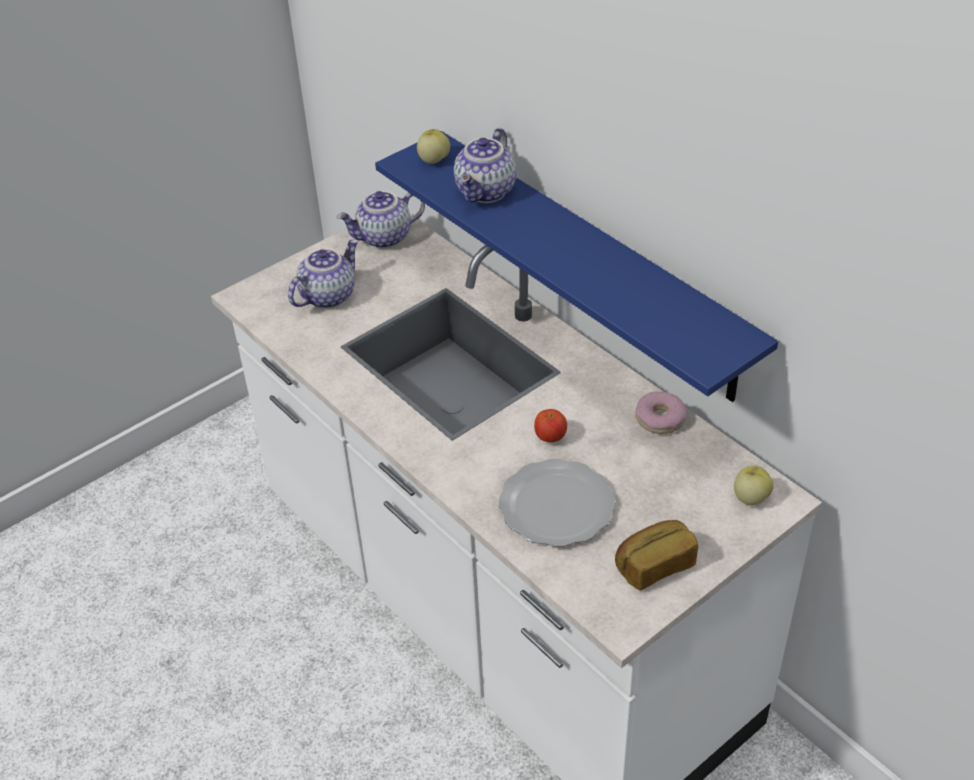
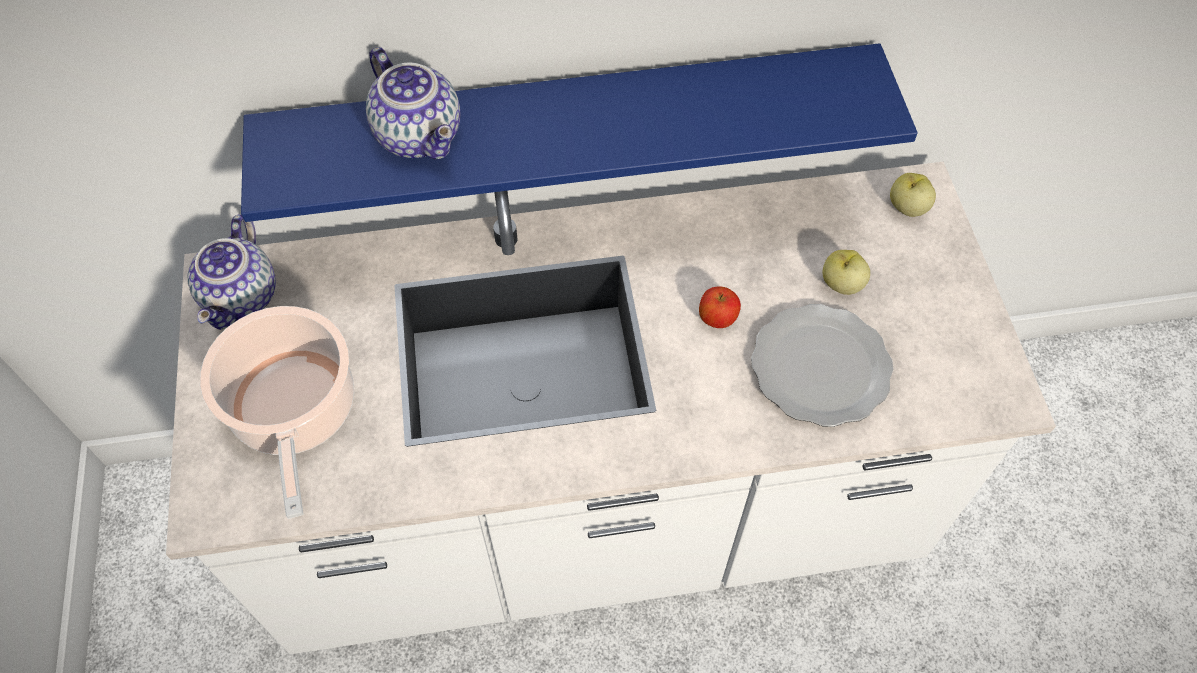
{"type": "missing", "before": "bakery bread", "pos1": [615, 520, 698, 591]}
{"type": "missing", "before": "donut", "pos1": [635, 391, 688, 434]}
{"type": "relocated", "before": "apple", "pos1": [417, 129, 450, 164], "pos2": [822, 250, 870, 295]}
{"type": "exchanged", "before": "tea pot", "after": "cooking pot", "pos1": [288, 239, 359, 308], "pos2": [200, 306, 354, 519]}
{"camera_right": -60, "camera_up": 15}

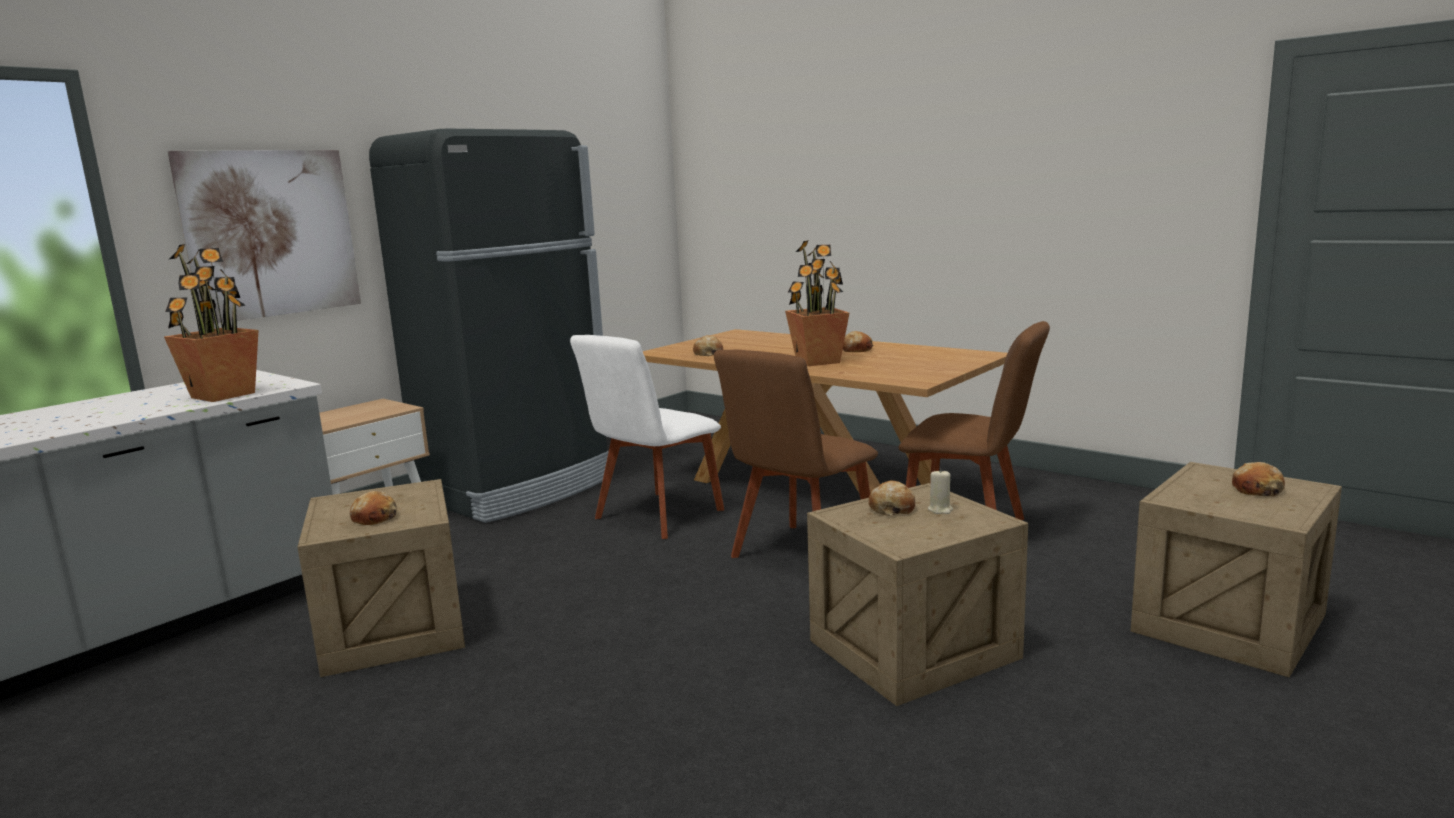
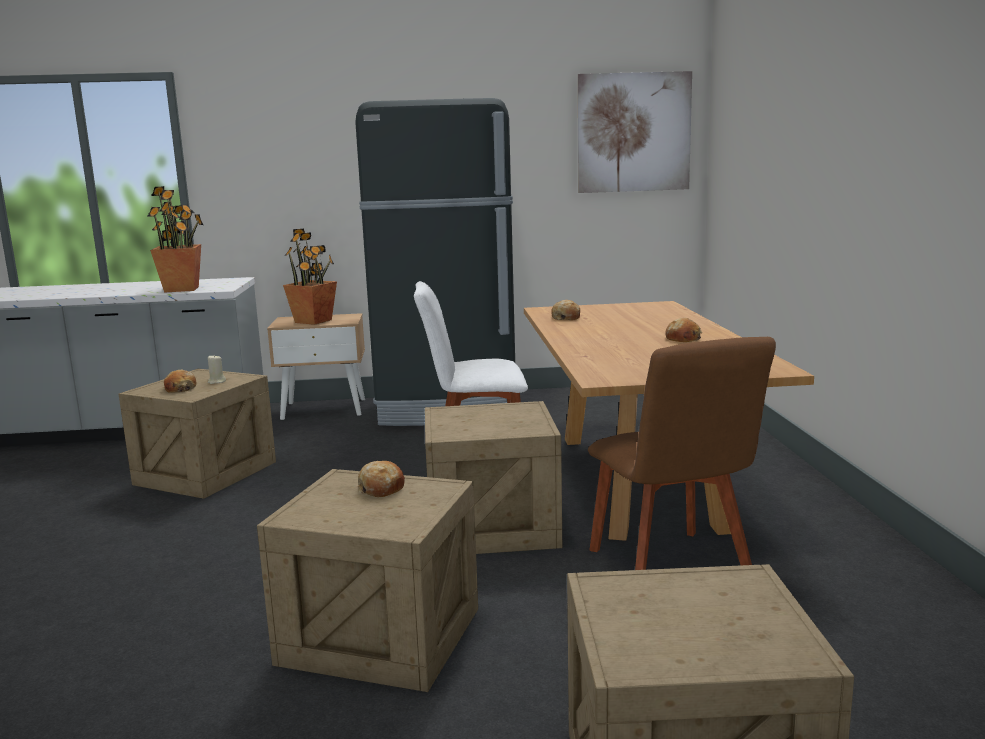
{"type": "missing", "before": "bakery bread", "pos1": [1232, 462, 1285, 496]}
{"type": "relocated", "before": "picture", "pos1": [168, 150, 361, 324], "pos2": [578, 71, 692, 193]}
{"type": "relocated", "before": "potted plant", "pos1": [785, 240, 849, 366], "pos2": [283, 229, 337, 325]}
{"type": "relocated", "before": "sand-coloured wax candle", "pos1": [928, 469, 953, 514], "pos2": [208, 355, 226, 384]}
{"type": "exchanged", "before": "brown-coloured upright chair", "after": "crate", "pos1": [714, 350, 878, 558], "pos2": [425, 401, 562, 554]}
{"camera_right": 45, "camera_up": 0}

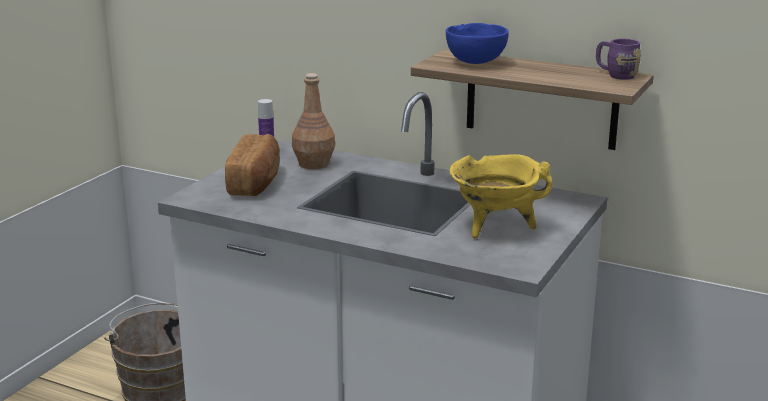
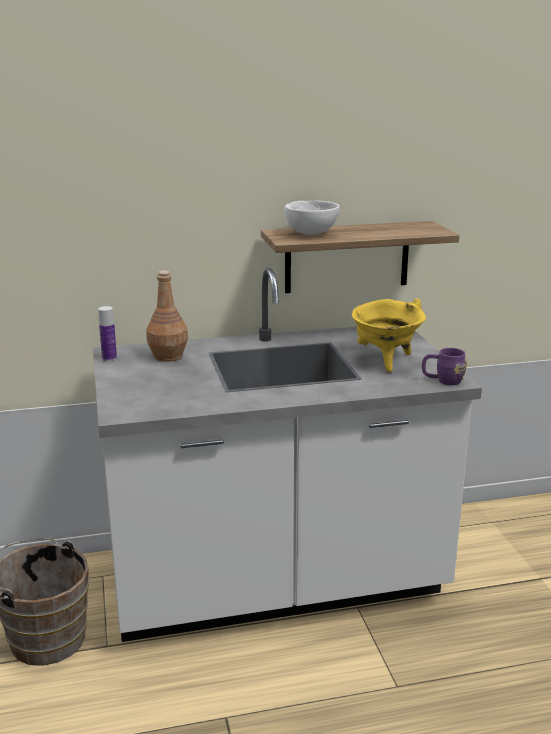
{"type": "missing", "before": "bakery bread", "pos1": [225, 134, 280, 196]}
{"type": "relocated", "before": "purple-coloured coffee mug", "pos1": [596, 38, 641, 80], "pos2": [422, 348, 467, 385]}
{"type": "colour", "before": "blue serving bowl", "after": "whitish serving bowl", "pos1": [446, 23, 509, 64], "pos2": [284, 200, 340, 235]}
{"camera_right": -40, "camera_up": 0}

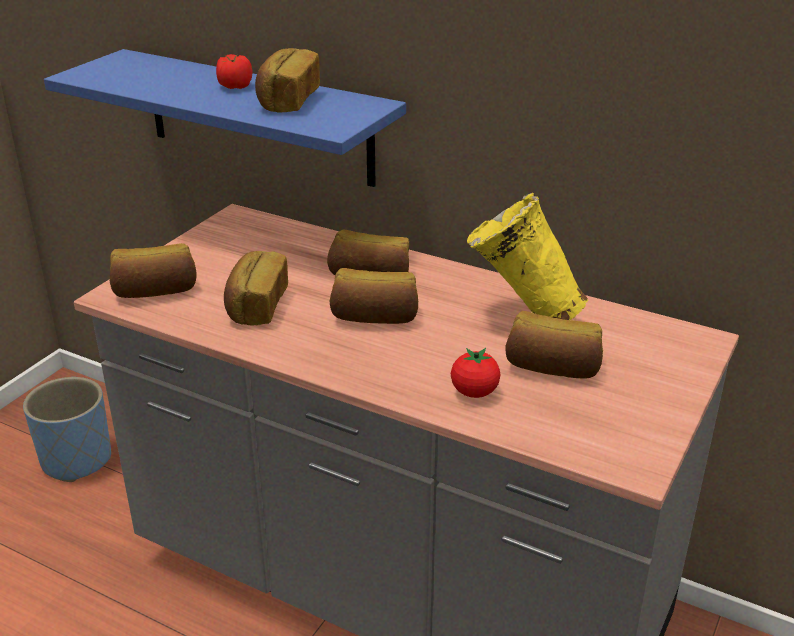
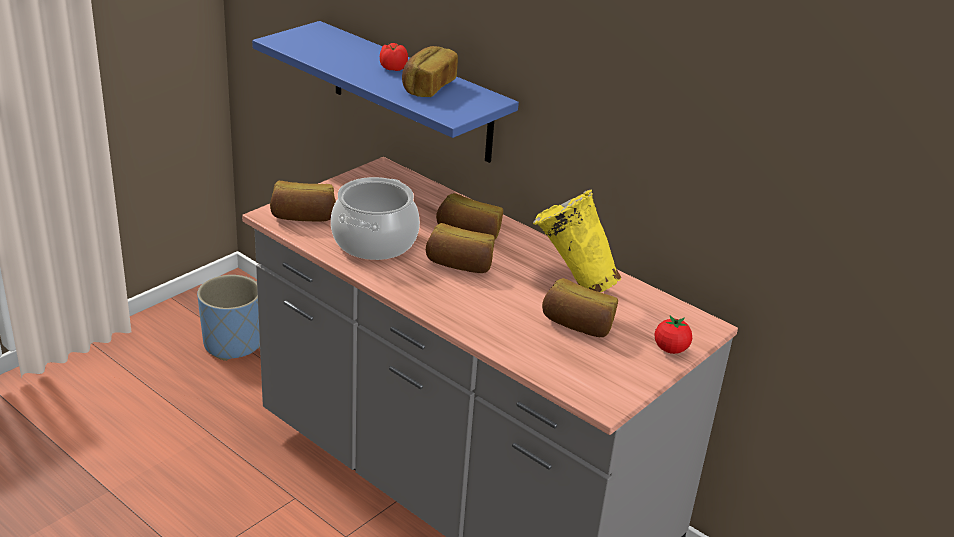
{"type": "relocated", "before": "tomato", "pos1": [451, 348, 500, 398], "pos2": [655, 316, 692, 354]}
{"type": "exchanged", "before": "bakery bread", "after": "cooking pot", "pos1": [224, 251, 288, 325], "pos2": [331, 177, 420, 260]}
{"camera_right": 10, "camera_up": 0}

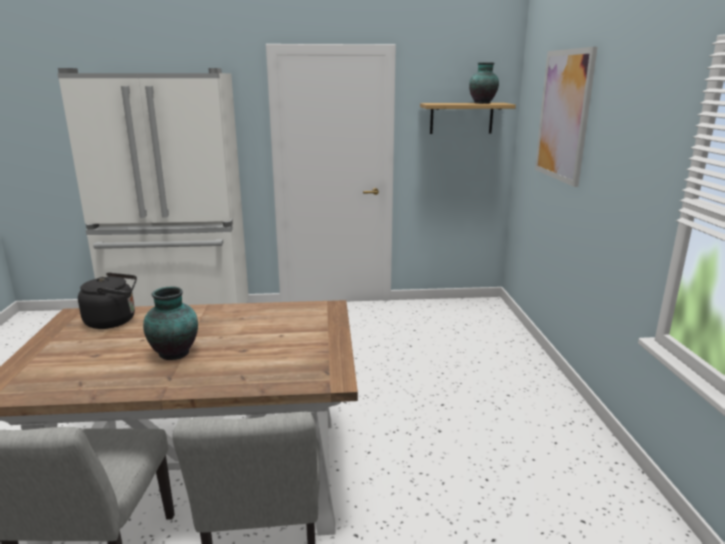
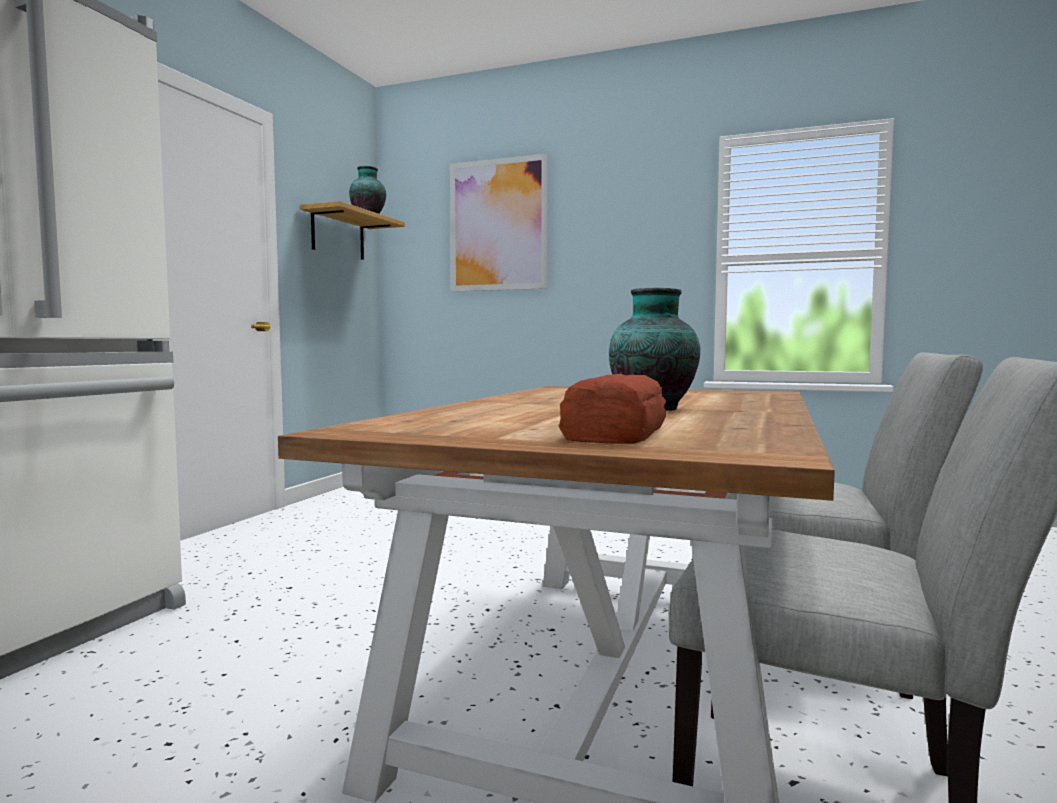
{"type": "missing", "before": "blackish water kettle", "pos1": [78, 272, 137, 329]}
{"type": "appeared", "after": "bakery bread", "pos2": [559, 374, 666, 444]}
{"camera_right": -65, "camera_up": -15}

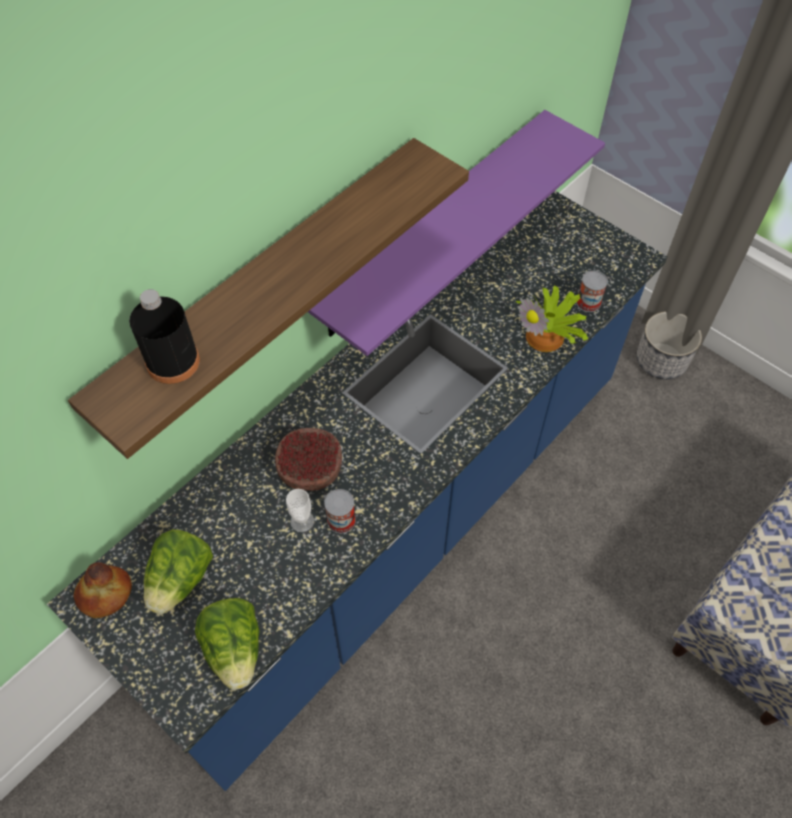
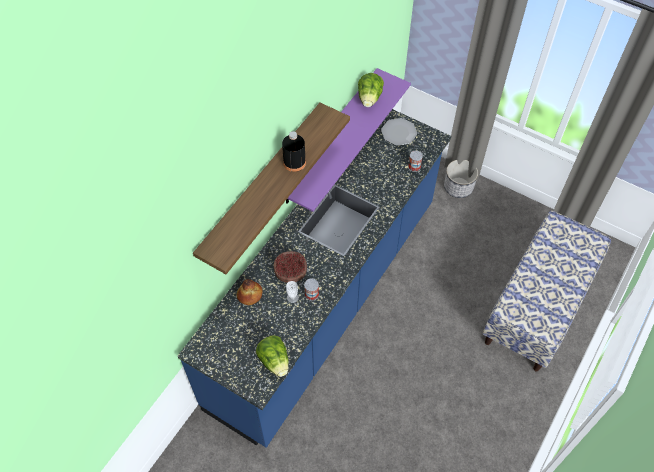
{"type": "missing", "before": "potted plant", "pos1": [516, 283, 588, 352]}
{"type": "appeared", "after": "dinner plate", "pos2": [381, 118, 417, 146]}
{"type": "relocated", "before": "bakery bread", "pos1": [74, 562, 132, 618], "pos2": [236, 279, 262, 305]}
{"type": "relocated", "before": "blackish drink bottle", "pos1": [129, 289, 200, 384], "pos2": [282, 131, 306, 172]}
{"type": "relocated", "before": "lettuce", "pos1": [144, 529, 213, 614], "pos2": [358, 73, 384, 107]}
{"camera_right": -10, "camera_up": 0}

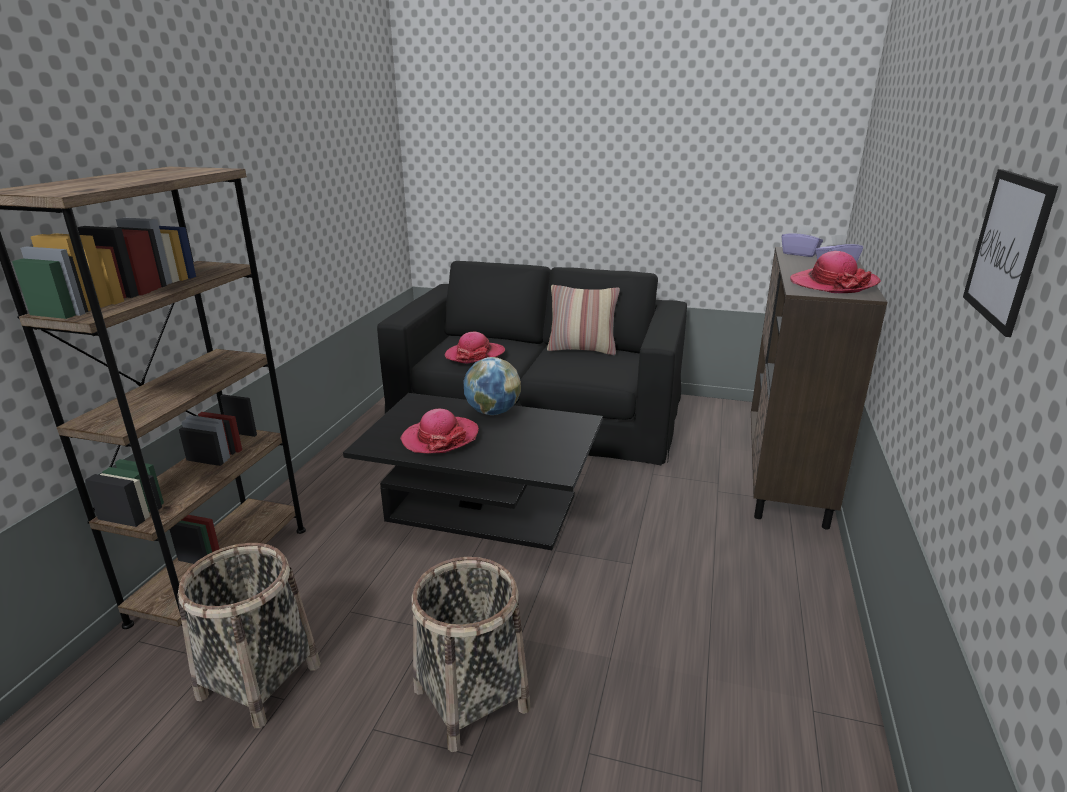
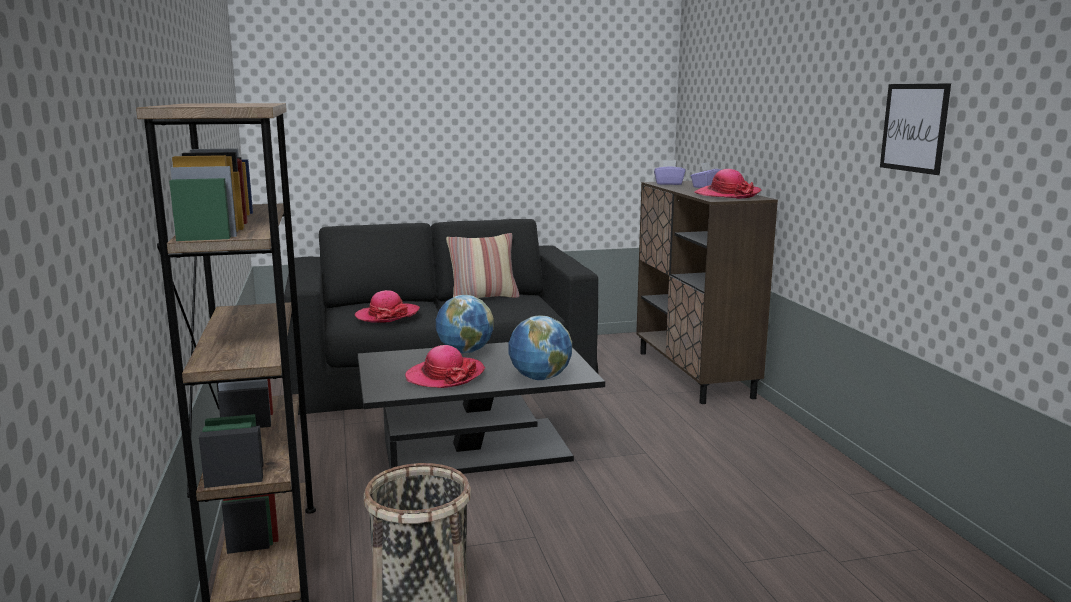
{"type": "missing", "before": "household basket", "pos1": [412, 557, 531, 752]}
{"type": "appeared", "after": "world globe", "pos2": [509, 316, 572, 380]}
{"camera_right": -30, "camera_up": -10}

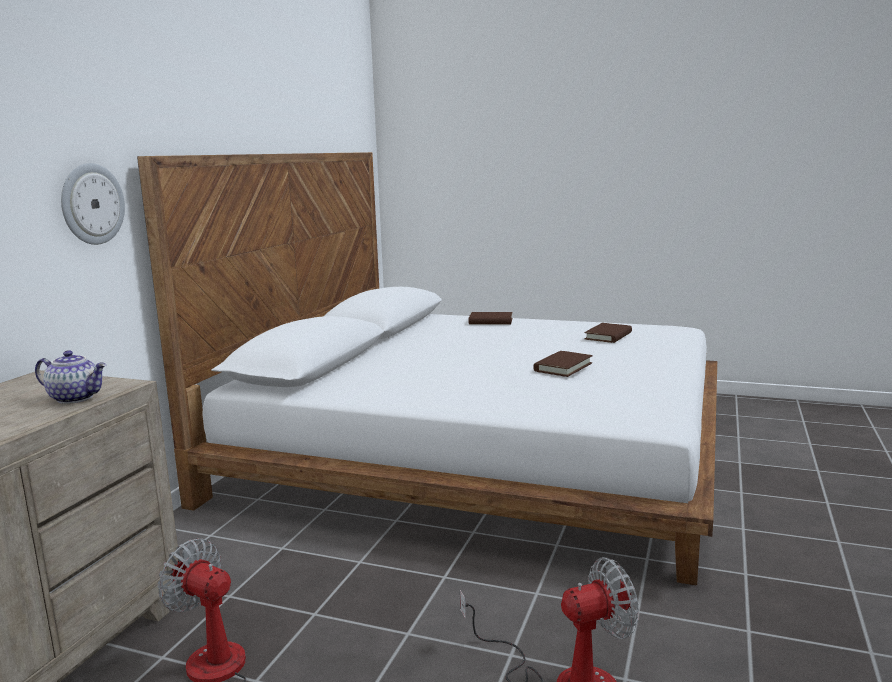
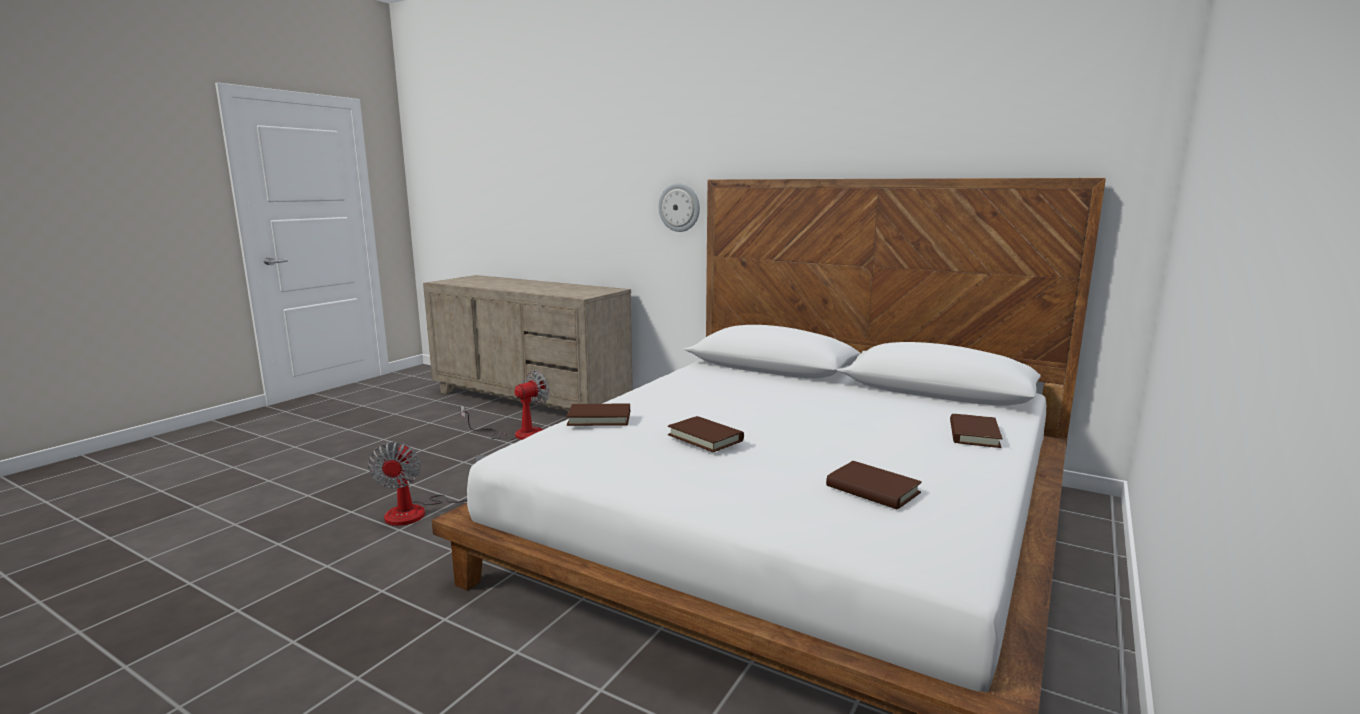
{"type": "missing", "before": "tea pot", "pos1": [35, 350, 107, 404]}
{"type": "appeared", "after": "brown-coloured book", "pos2": [566, 404, 630, 426]}
{"camera_right": 100, "camera_up": 0}

